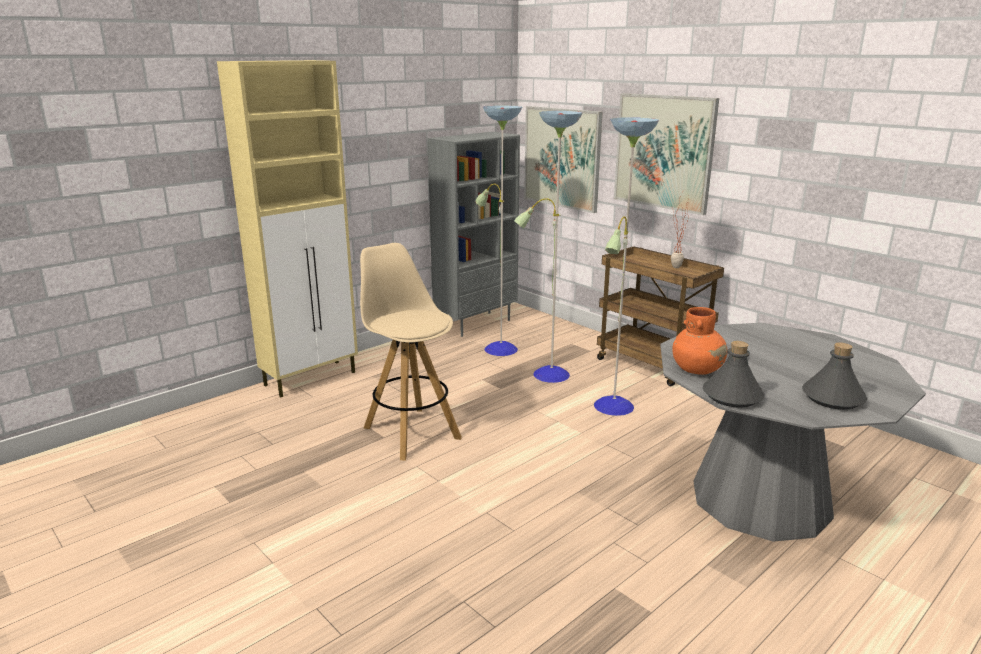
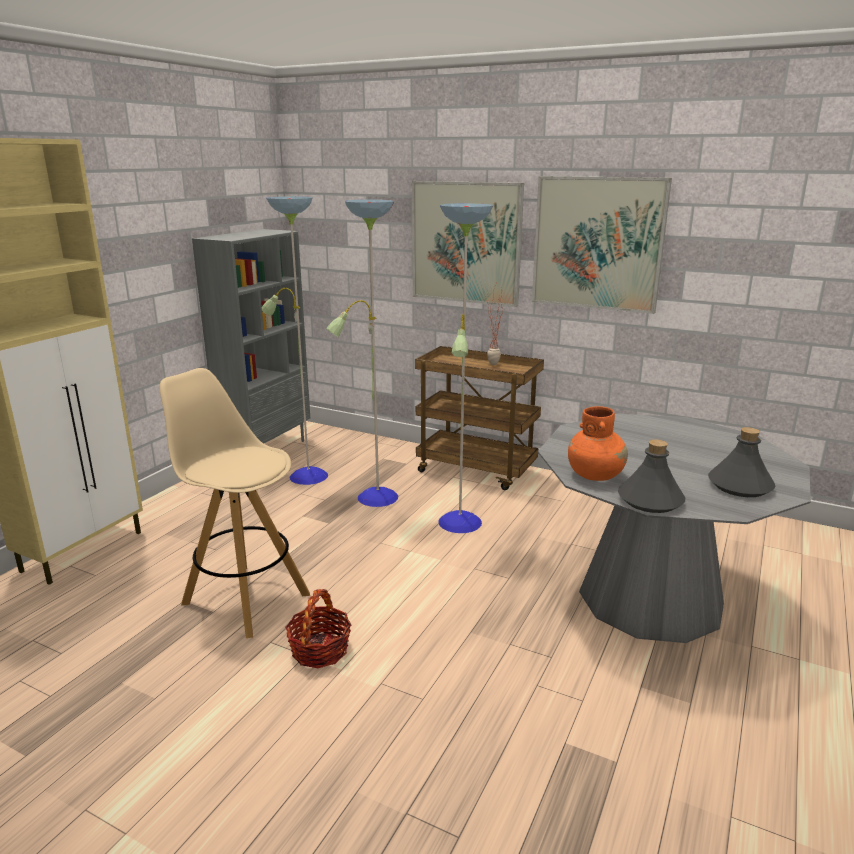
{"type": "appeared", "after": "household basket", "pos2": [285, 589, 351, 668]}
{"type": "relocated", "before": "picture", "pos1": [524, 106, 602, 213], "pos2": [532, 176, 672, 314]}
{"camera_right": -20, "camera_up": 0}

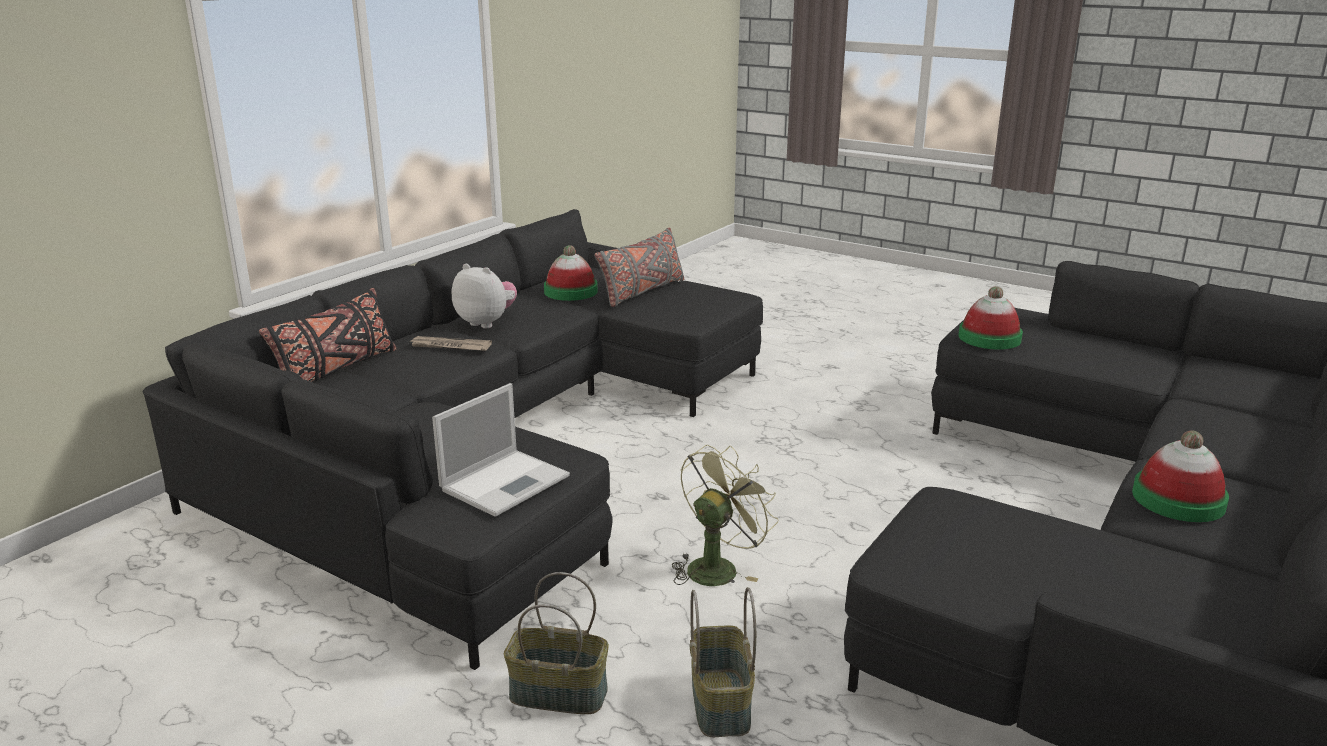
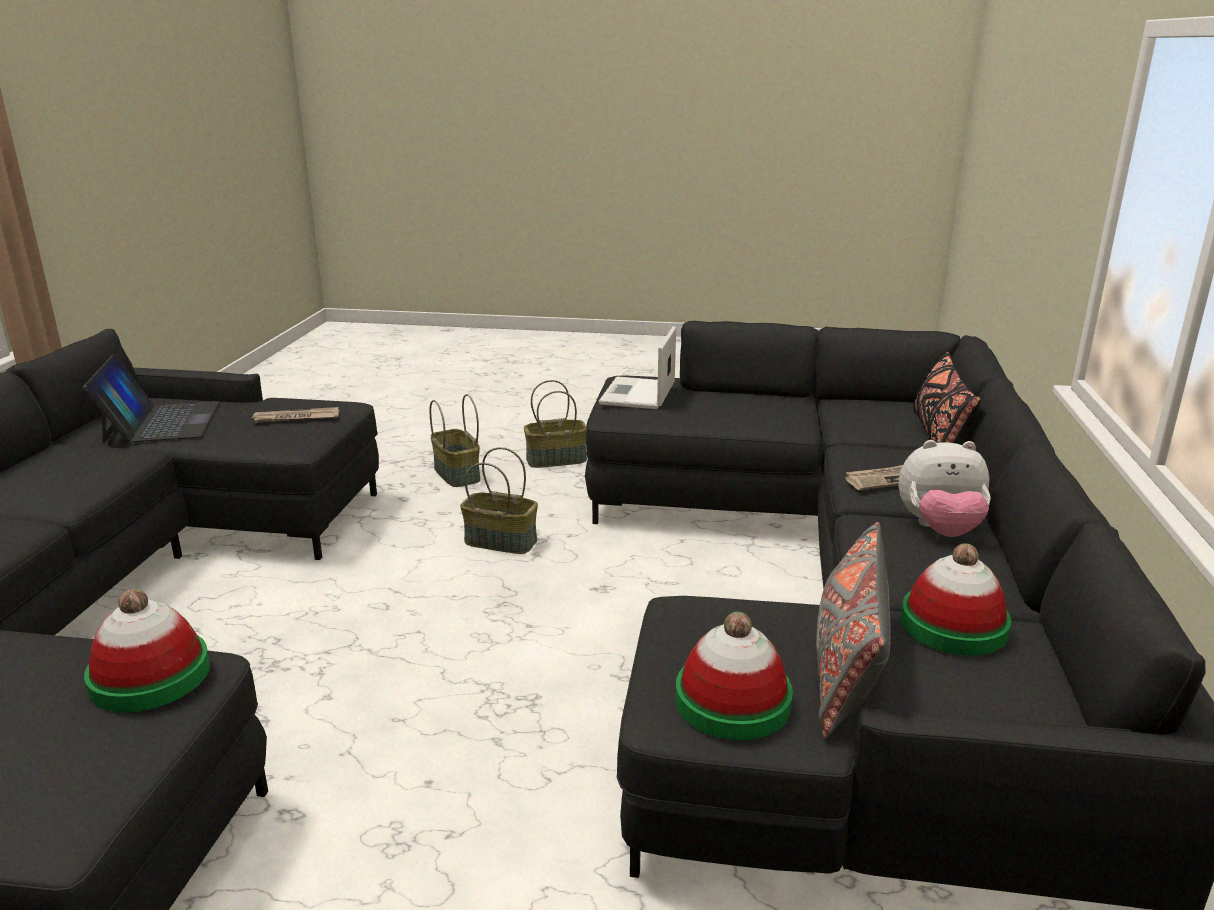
{"type": "appeared", "after": "portable computer", "pos2": [83, 354, 219, 444]}
{"type": "appeared", "after": "daily paper", "pos2": [250, 407, 339, 423]}
{"type": "relocated", "before": "hat", "pos1": [1132, 431, 1229, 522], "pos2": [675, 612, 793, 740]}
{"type": "exchanged", "before": "greenish cooling fan", "after": "household basket", "pos1": [672, 445, 779, 586], "pos2": [460, 447, 538, 554]}
{"camera_right": 155, "camera_up": 0}

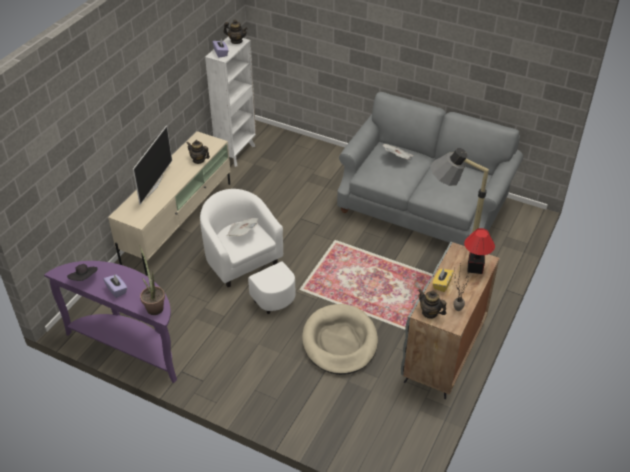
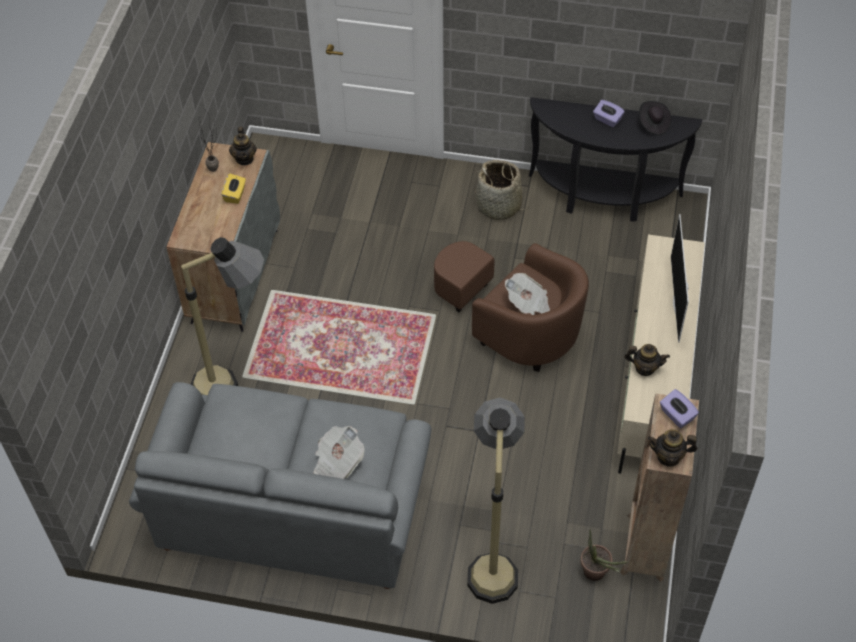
{"type": "missing", "before": "sand-coloured pet bed", "pos1": [302, 304, 378, 375]}
{"type": "missing", "before": "lamp for a table", "pos1": [464, 228, 495, 274]}
{"type": "appeared", "after": "standing lamp", "pos2": [467, 398, 525, 604]}
{"type": "appeared", "after": "household basket", "pos2": [474, 160, 528, 220]}
{"type": "relocated", "before": "potted plant", "pos1": [139, 245, 165, 315], "pos2": [580, 528, 628, 581]}
{"type": "colour", "before": "purple-coloured narrow table", "after": "blackish narrow table", "pos1": [44, 261, 177, 383], "pos2": [529, 97, 702, 222]}
{"type": "colour", "before": "whitish easy chair", "after": "brown-coloured easy chair", "pos1": [200, 189, 296, 314], "pos2": [434, 241, 589, 372]}
{"type": "colour", "before": "whitish bookshelf", "after": "brown-coloured bookshelf", "pos1": [205, 36, 256, 167], "pos2": [620, 393, 699, 582]}
{"type": "spun", "before": "tea pot", "pos1": [418, 289, 446, 319], "pos2": [229, 127, 257, 165], "turn": 60}
{"camera_right": 165, "camera_up": 10}

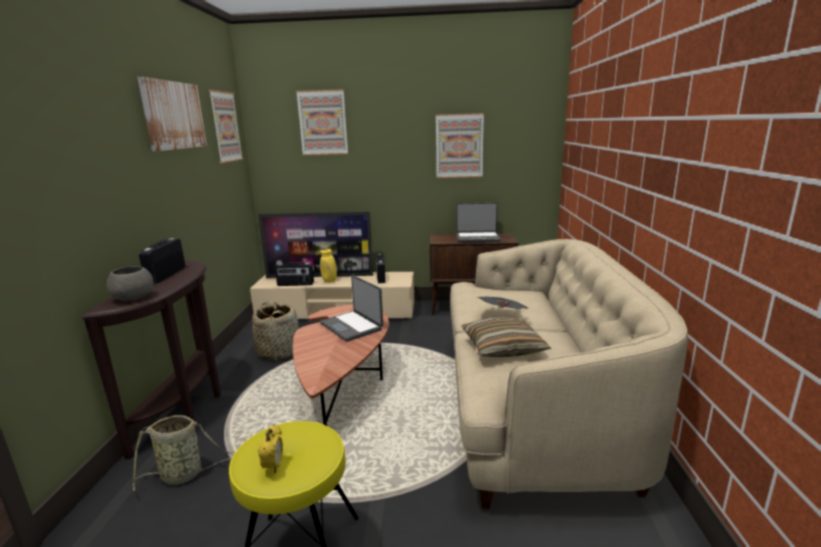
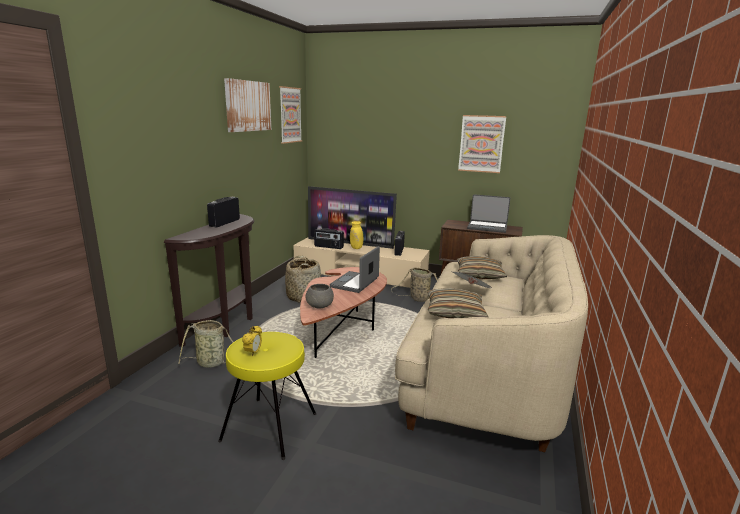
{"type": "missing", "before": "picture", "pos1": [296, 89, 348, 155]}
{"type": "appeared", "after": "household basket", "pos2": [391, 267, 438, 302]}
{"type": "appeared", "after": "throw pillow", "pos2": [457, 256, 507, 279]}
{"type": "relocated", "before": "grey serving bowl", "pos1": [107, 266, 153, 301], "pos2": [305, 284, 334, 308]}
{"type": "spun", "before": "portable computer", "pos1": [320, 275, 383, 342], "pos2": [330, 246, 380, 293], "turn": 45}
{"camera_right": 15, "camera_up": 0}

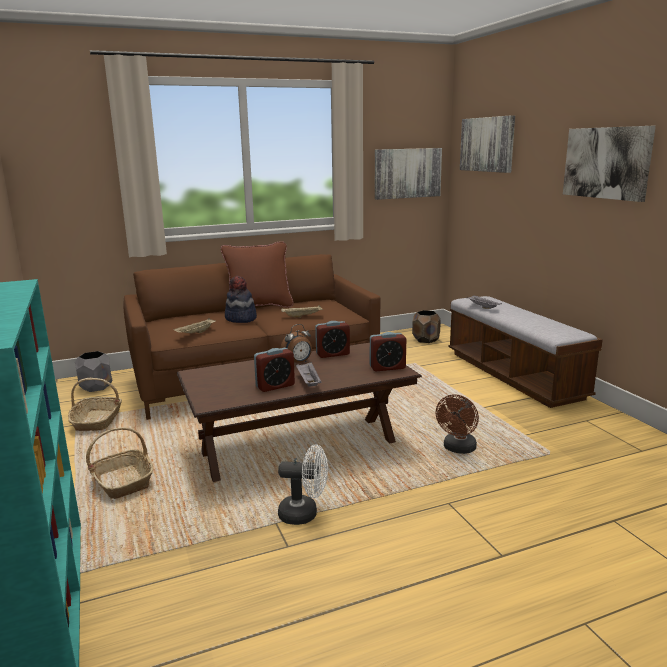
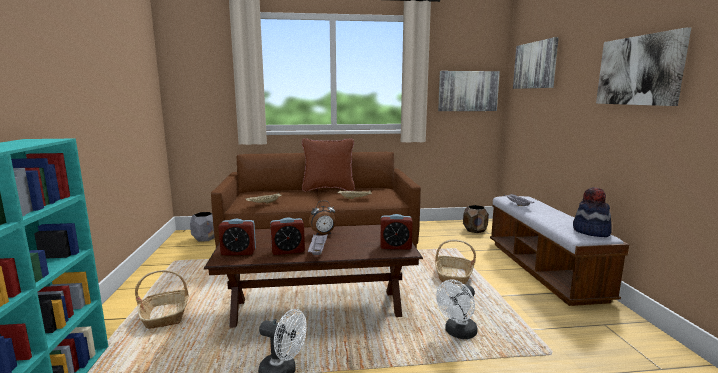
{"type": "relocated", "before": "household basket", "pos1": [68, 378, 122, 431], "pos2": [435, 239, 476, 284]}
{"type": "relocated", "before": "hat", "pos1": [225, 276, 257, 323], "pos2": [573, 187, 612, 237]}
{"type": "relocated", "before": "bedside clock", "pos1": [315, 321, 350, 358], "pos2": [218, 219, 256, 255]}
{"type": "colour", "before": "brown-coloured cooling fan", "after": "whitish cooling fan", "pos1": [436, 394, 479, 454], "pos2": [436, 280, 478, 339]}
{"camera_right": 15, "camera_up": -5}

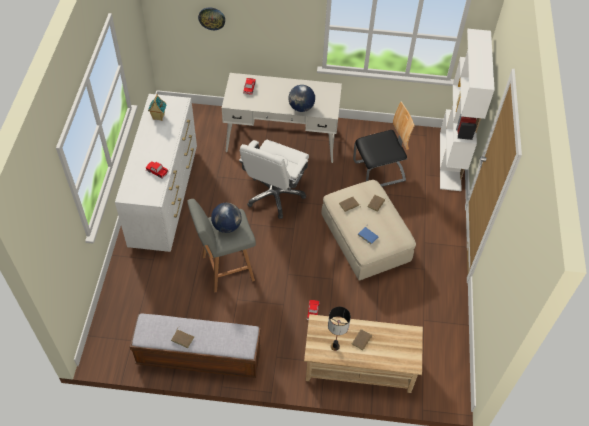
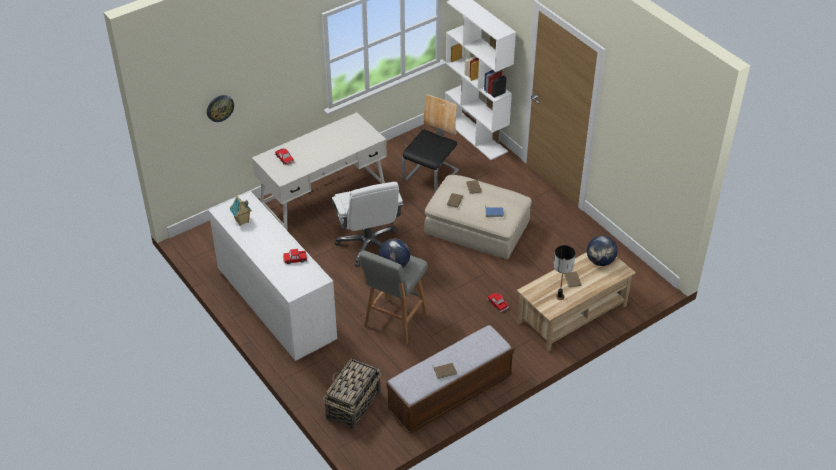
{"type": "appeared", "after": "household basket", "pos2": [323, 356, 381, 431]}
{"type": "relocated", "before": "world globe", "pos1": [288, 85, 315, 112], "pos2": [587, 235, 618, 266]}
{"camera_right": -40, "camera_up": -10}

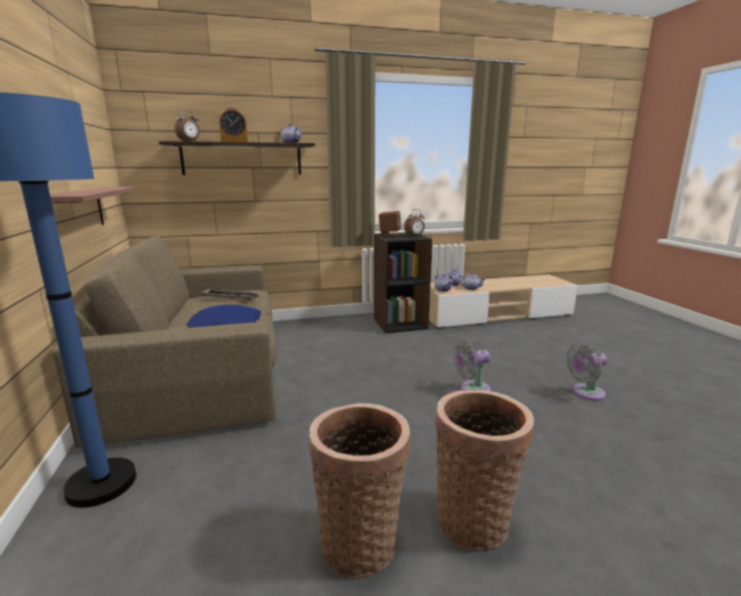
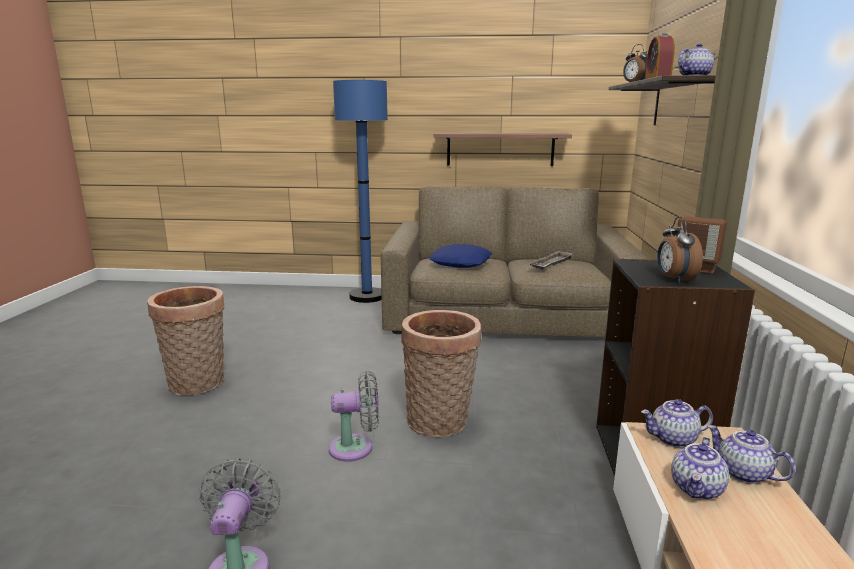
{"type": "relocated", "before": "household basket", "pos1": [309, 403, 410, 579], "pos2": [401, 310, 481, 437]}
{"type": "spun", "before": "grey cooling fan", "pos1": [454, 339, 491, 391], "pos2": [329, 371, 379, 462], "turn": 75}
{"camera_right": 110, "camera_up": 0}

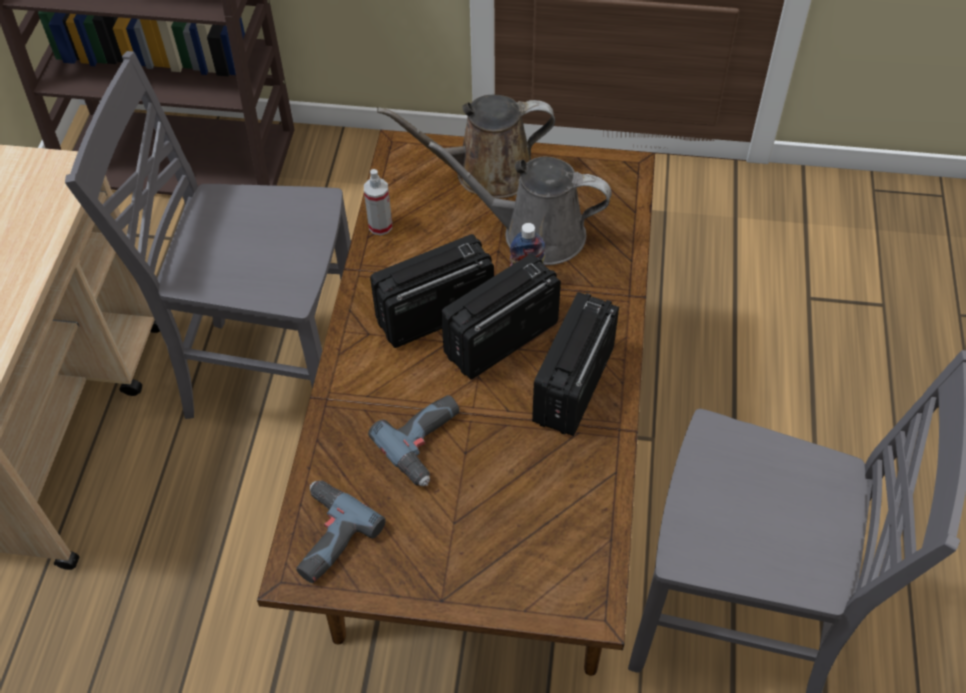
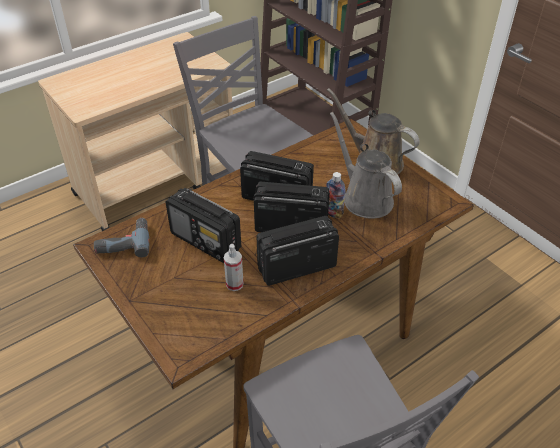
{"type": "relocated", "before": "spray bottle", "pos1": [364, 169, 392, 235], "pos2": [224, 244, 244, 291]}
{"type": "exchanged", "before": "electric drill", "after": "radio set", "pos1": [368, 395, 460, 486], "pos2": [166, 188, 241, 263]}
{"camera_right": 45, "camera_up": -10}

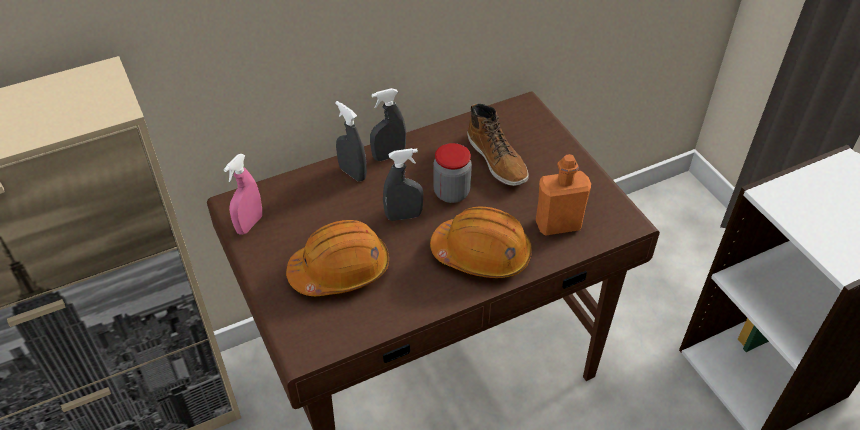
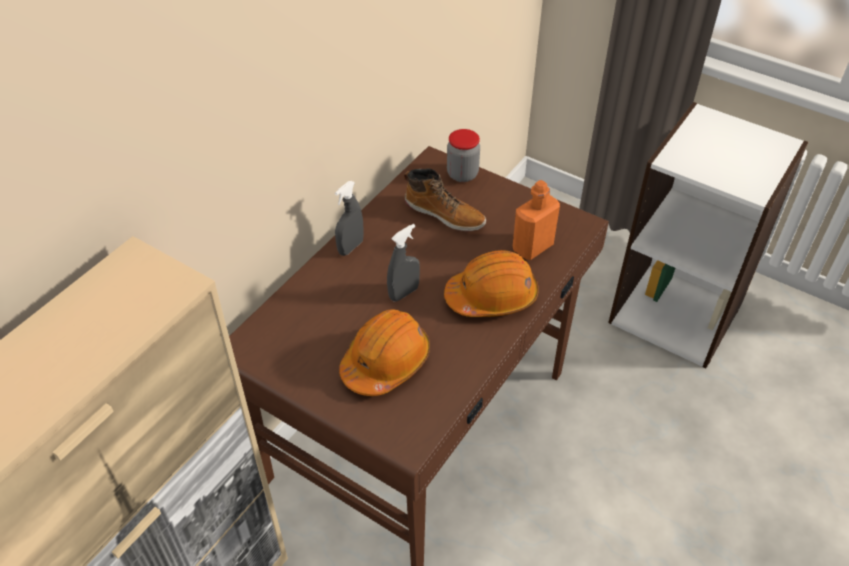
{"type": "missing", "before": "pink spray bottle", "pos1": [223, 154, 262, 235]}
{"type": "missing", "before": "grey spray bottle", "pos1": [335, 101, 367, 181]}
{"type": "relocated", "before": "jar", "pos1": [433, 143, 472, 203], "pos2": [447, 129, 480, 182]}
{"camera_right": -30, "camera_up": 0}

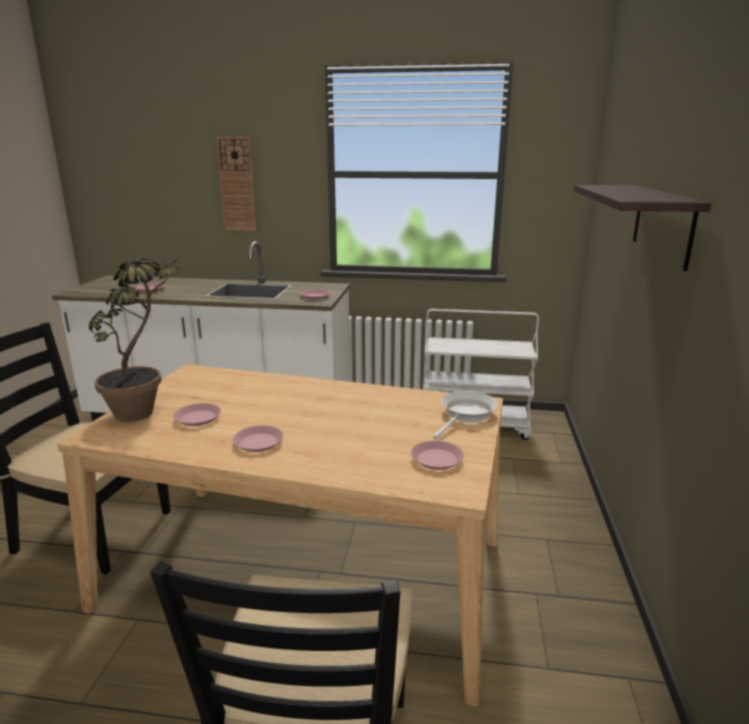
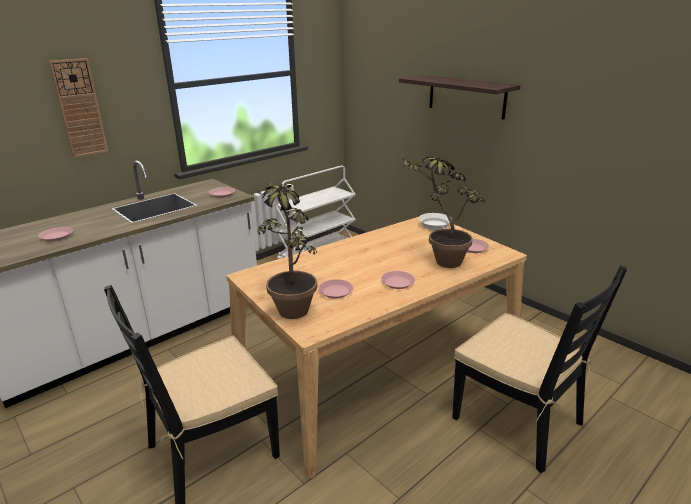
{"type": "appeared", "after": "potted plant", "pos2": [401, 154, 486, 268]}
{"camera_right": -50, "camera_up": 5}

